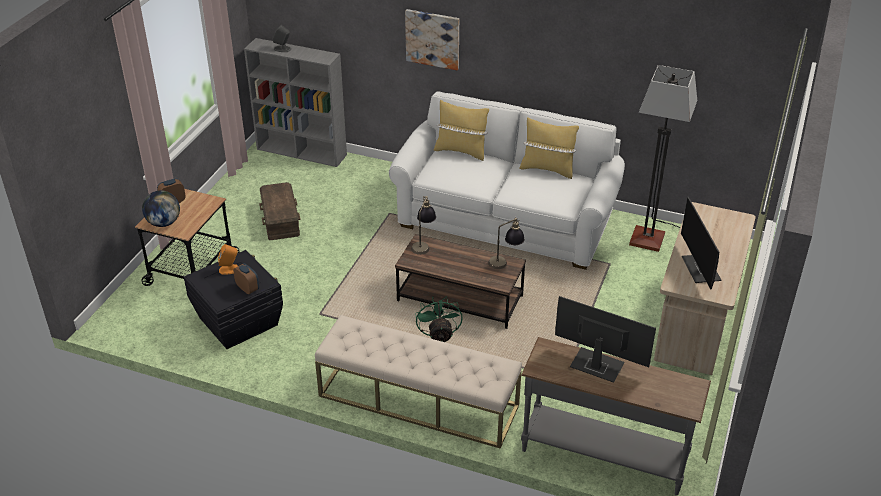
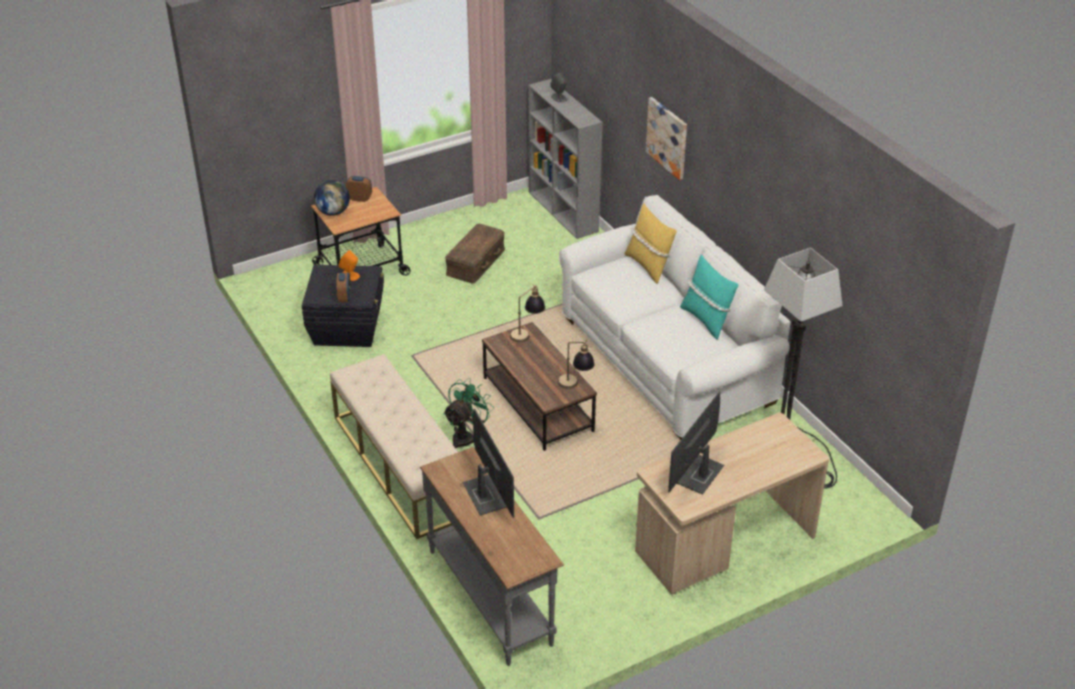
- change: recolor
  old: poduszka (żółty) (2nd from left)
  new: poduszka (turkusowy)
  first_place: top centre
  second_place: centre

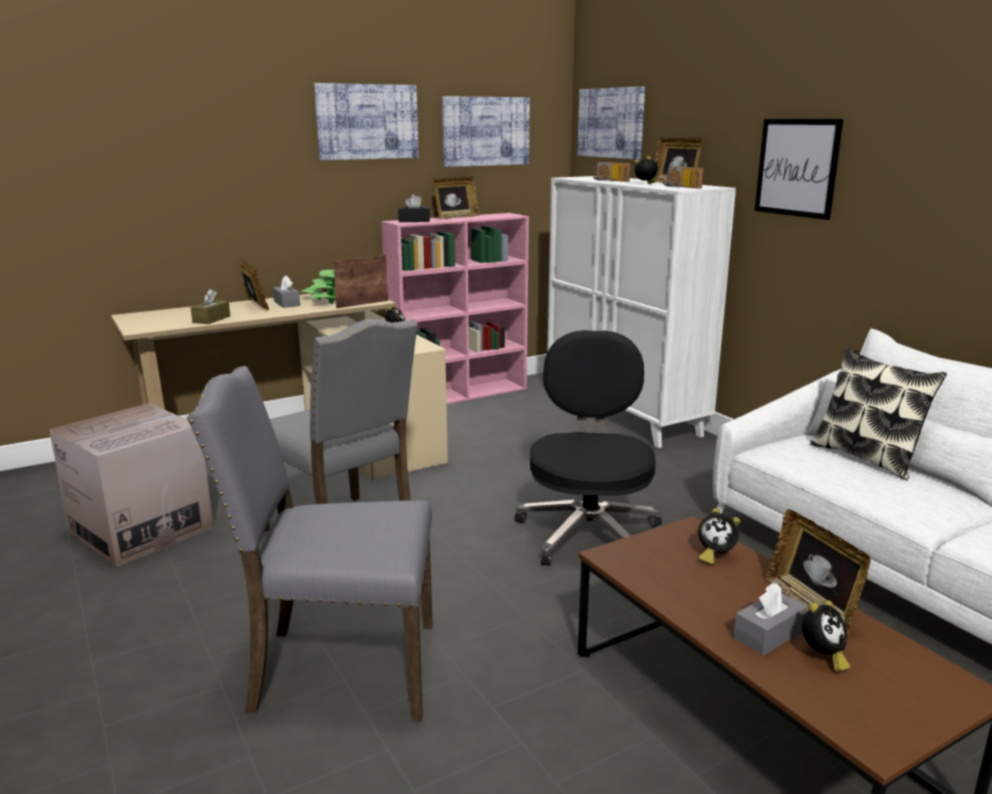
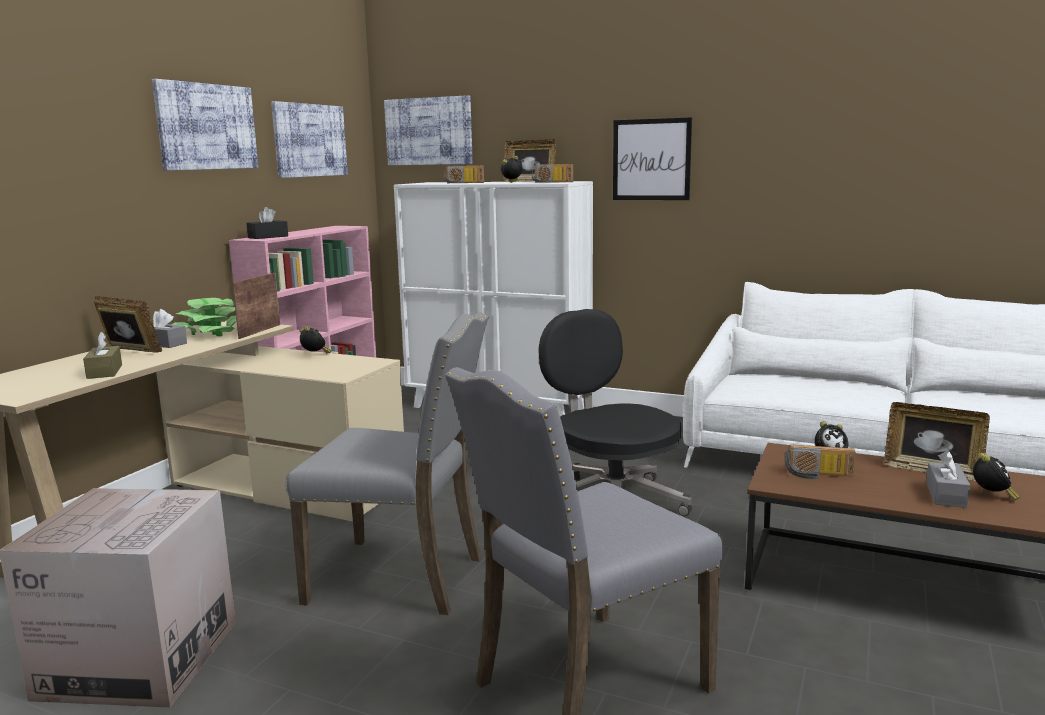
- change: delete
  old: ramka na zdjęcie (3rd from left)
  first_place: top centre
- change: delete
  old: poduszka
  first_place: middle right
- change: insert
  new: radio (3rd from left)
  second_place: middle right

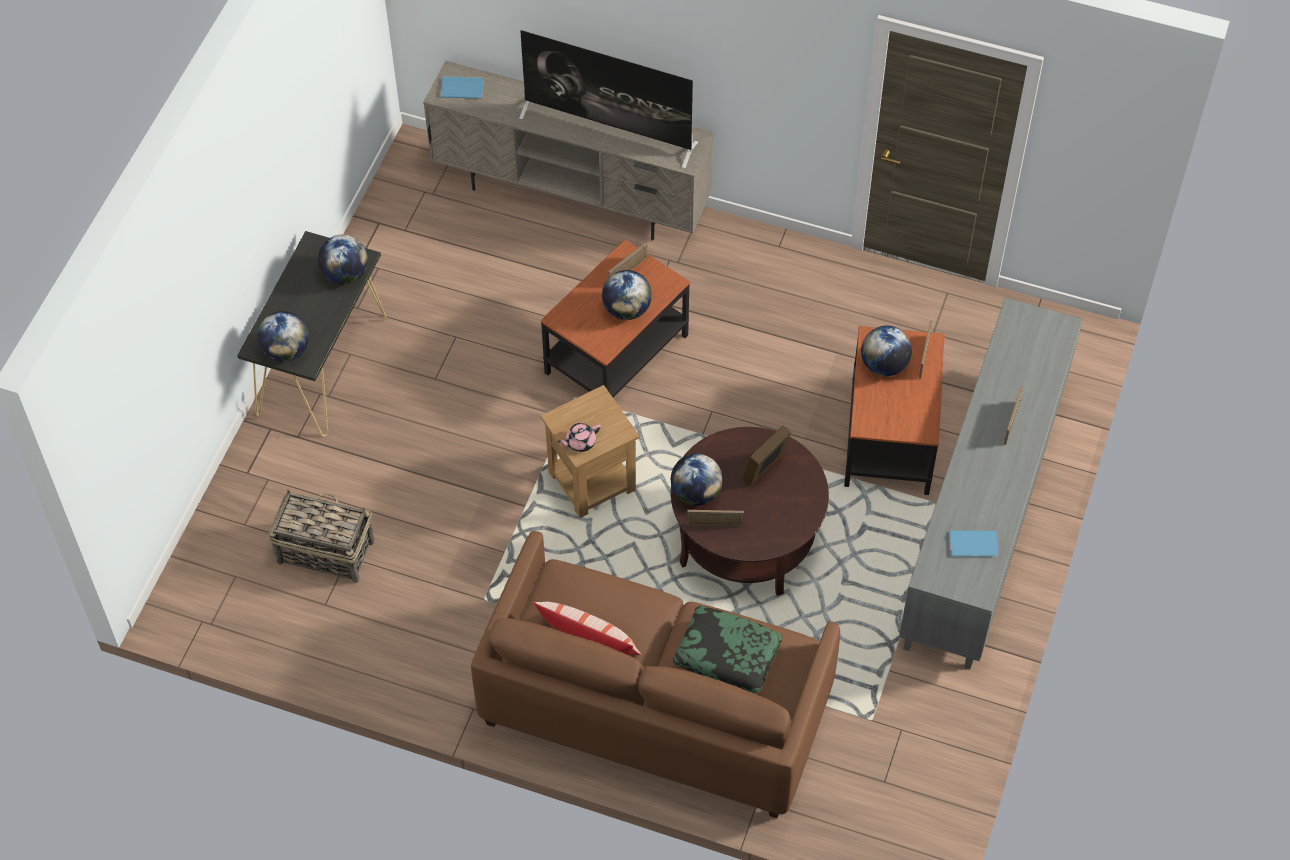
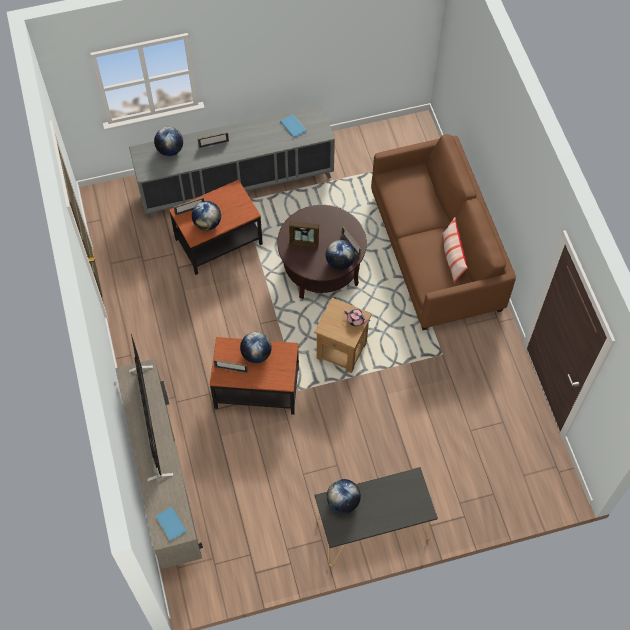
- change: move
  old: globus (1st from left)
  first_place: middle left
  second_place: top left
- change: delete
  old: koszyk
  first_place: middle left
- change: delete
  old: poduszka (2nd from left)
  first_place: bottom centre

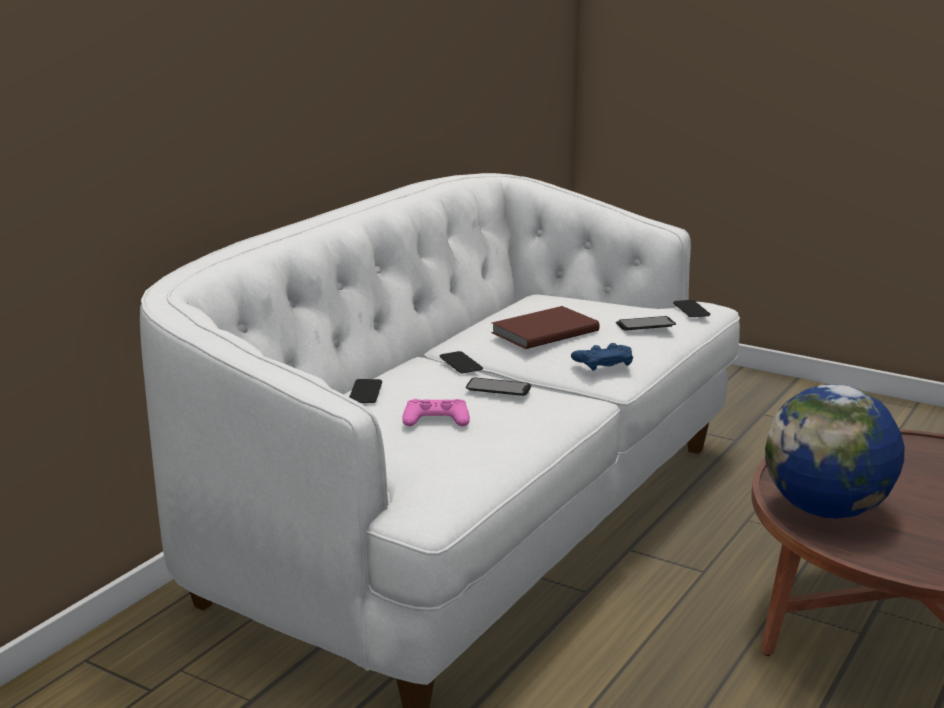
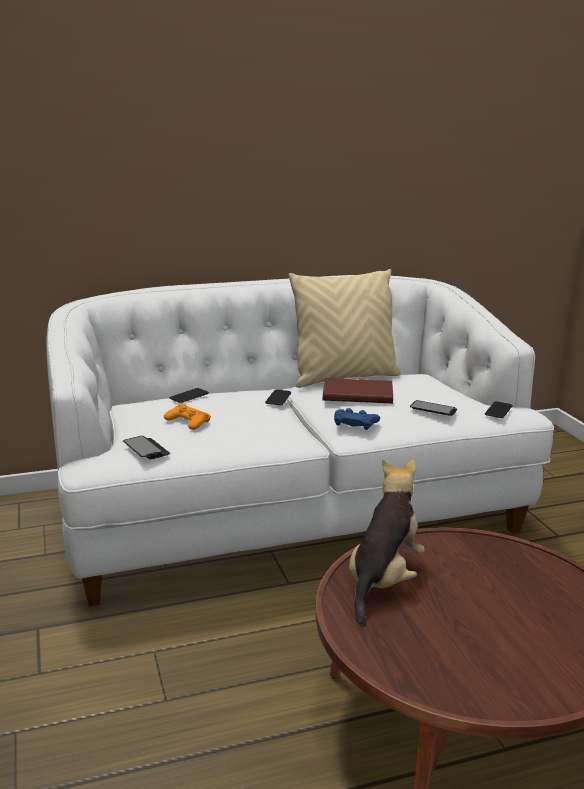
- change: move
  old: telefon (3rd from left in the first image)
  new: telefon (1st from left)
  first_place: centre
  second_place: middle left
- change: replace
  old: globus
  new: pluszak
  first_place: middle right
  second_place: bottom centre
- change: recolor
  old: pad do gier (różowy)
  new: pad do gier (pomarańczowy)
  first_place: centre
  second_place: middle left
- change: insert
  new: poduszka (beżowy)
  second_place: centre

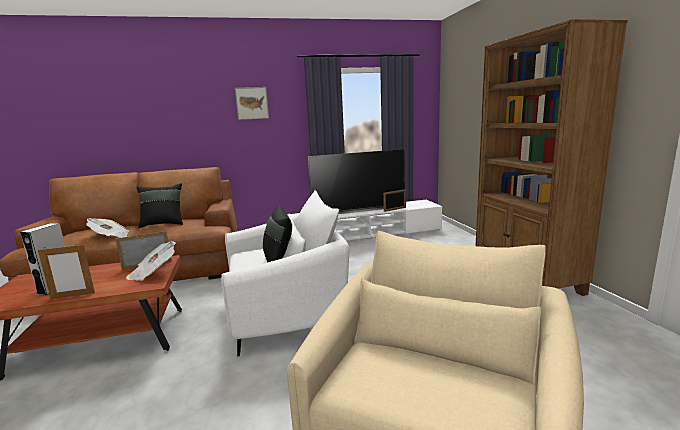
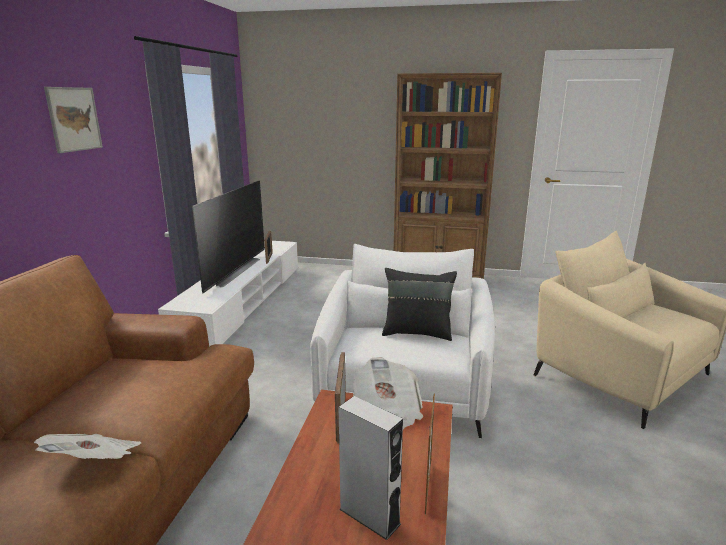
- change: delete
  old: poduszka (czarny) (1st from left)
  first_place: middle left

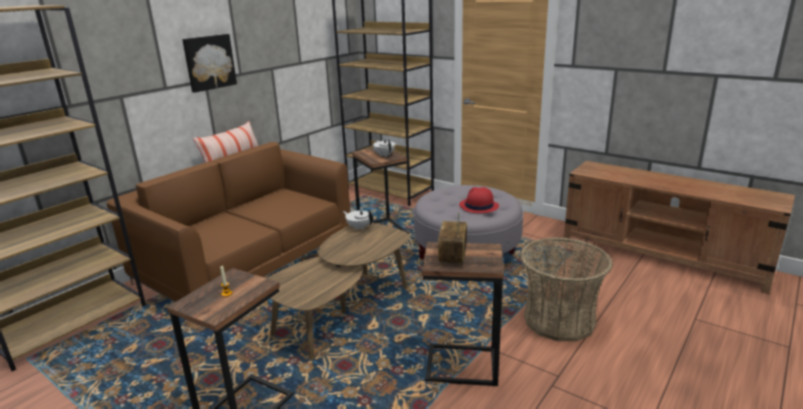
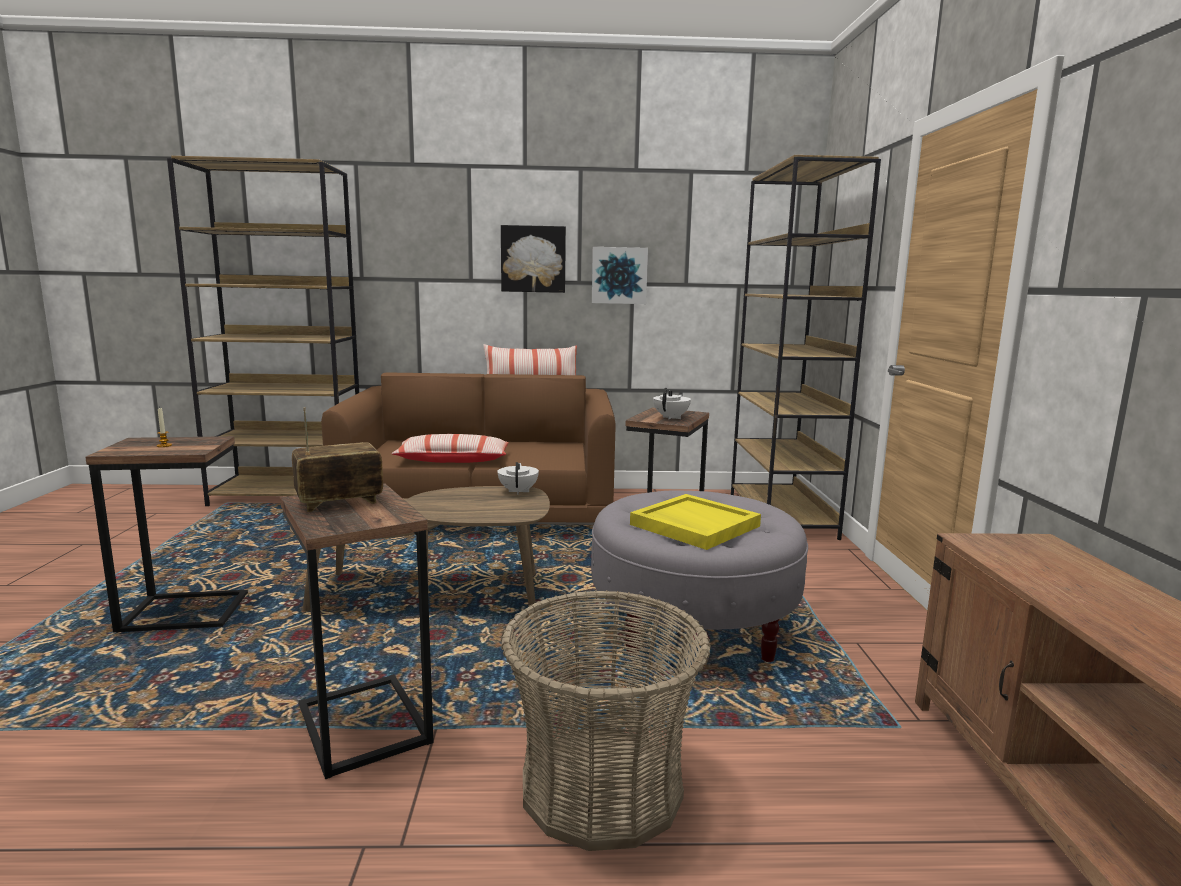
- change: replace
  old: kapelusz (czerwony)
  new: taca (żółty)
  first_place: centre
  second_place: centre
- change: insert
  new: obraz (2nd from left)
  second_place: top centre
- change: insert
  new: poduszka (1st from left)
  second_place: centre

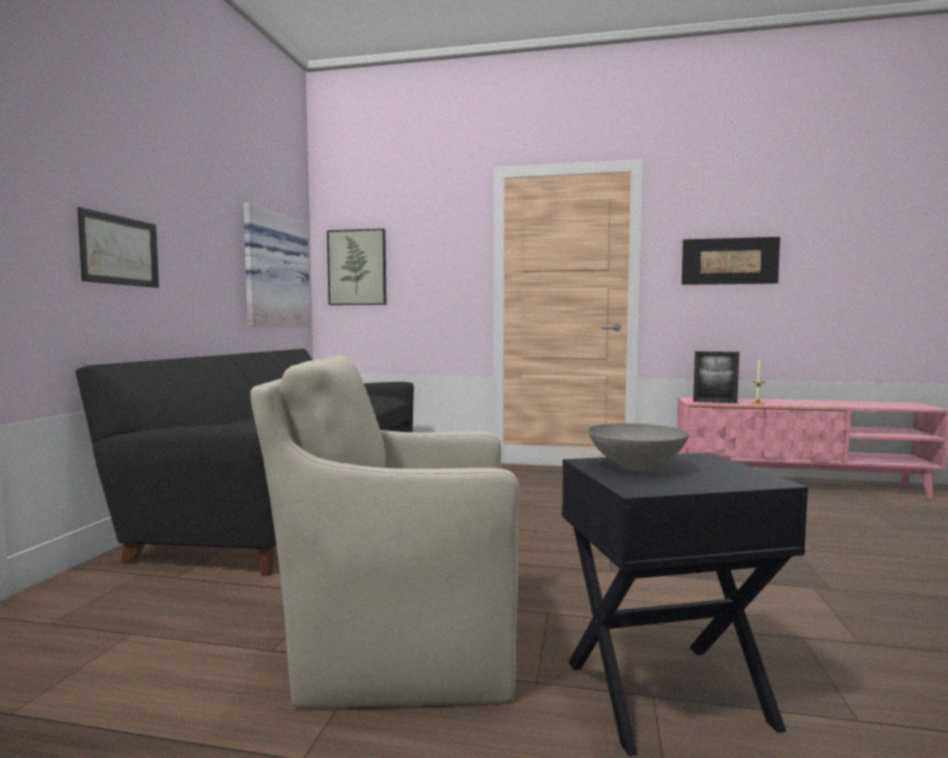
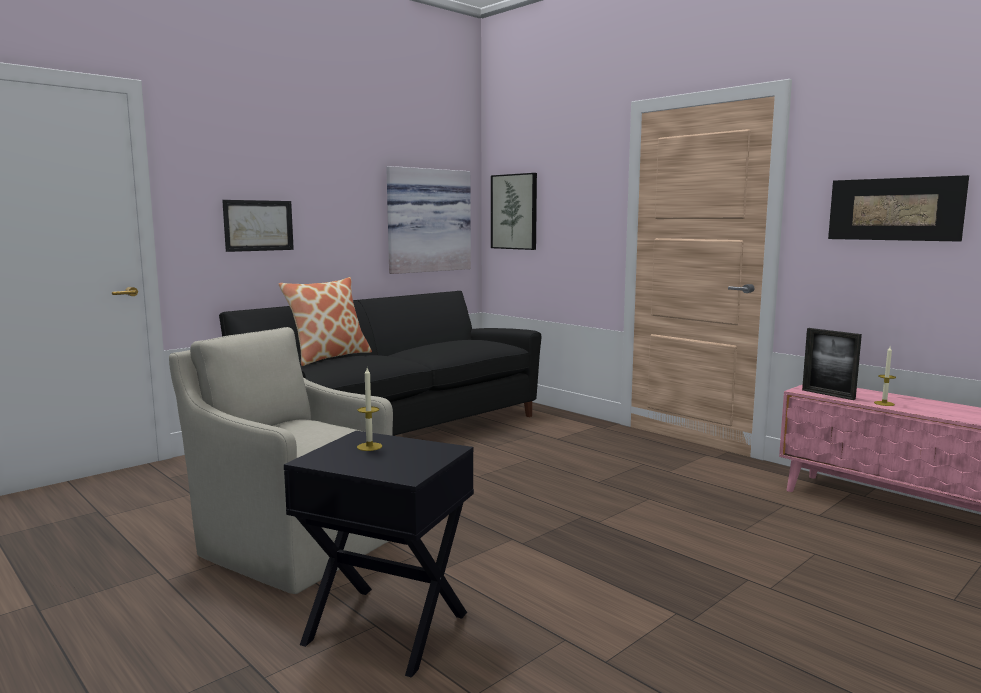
- change: replace
  old: miska (szary)
  new: świeca (1st from left)
  first_place: middle right
  second_place: centre
- change: insert
  new: poduszka
  second_place: middle left

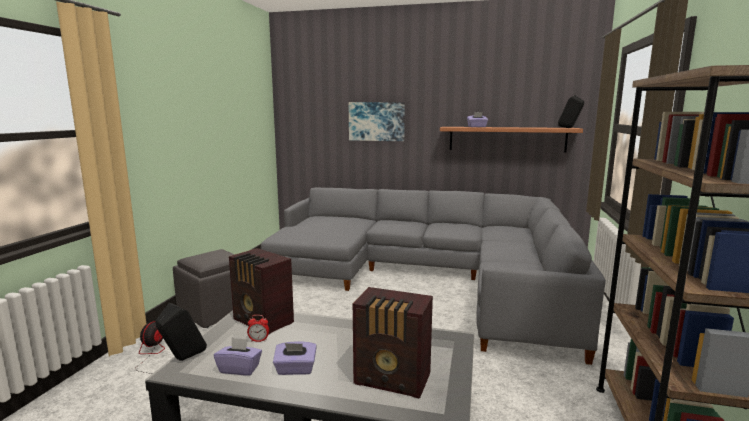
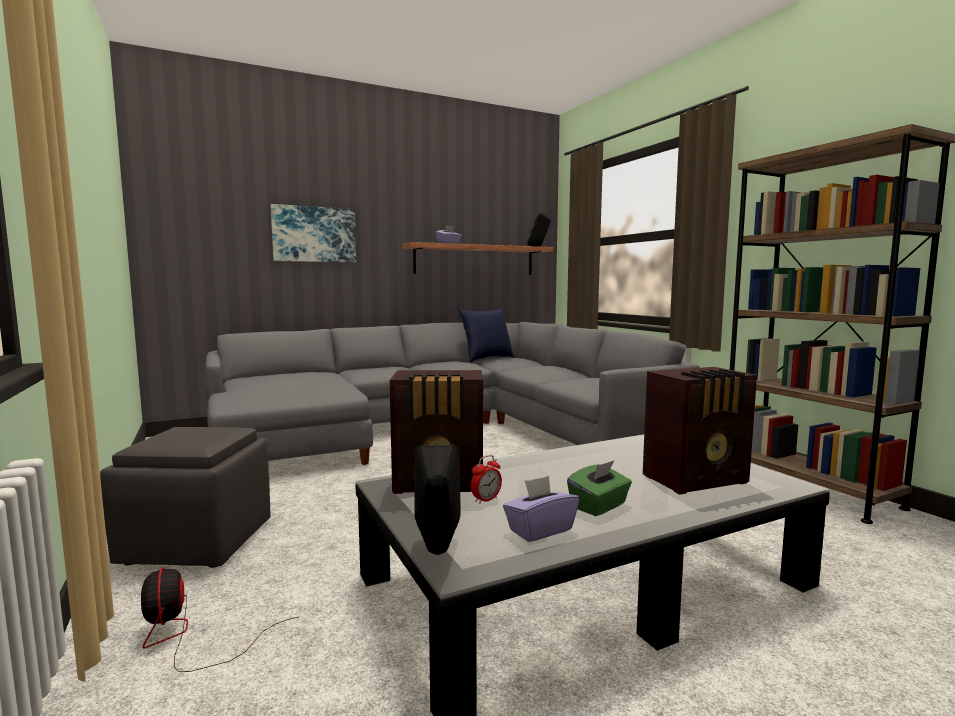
- change: recolor
  old: pudełko chusteczek (fioletowy) (2nd from left)
  new: pudełko chusteczek (zielony)
  first_place: bottom centre
  second_place: bottom centre
- change: insert
  new: poduszka (niebieski)
  second_place: centre

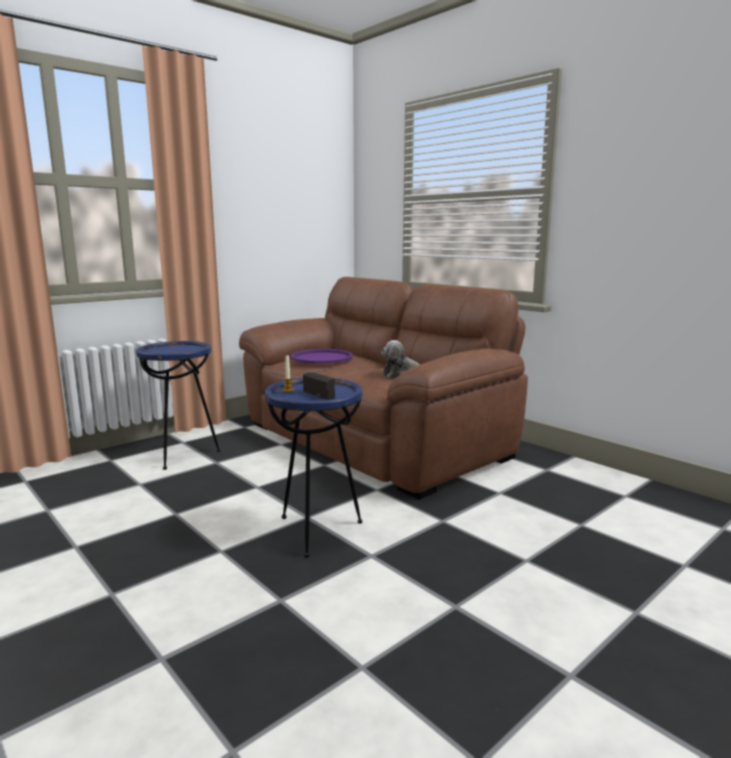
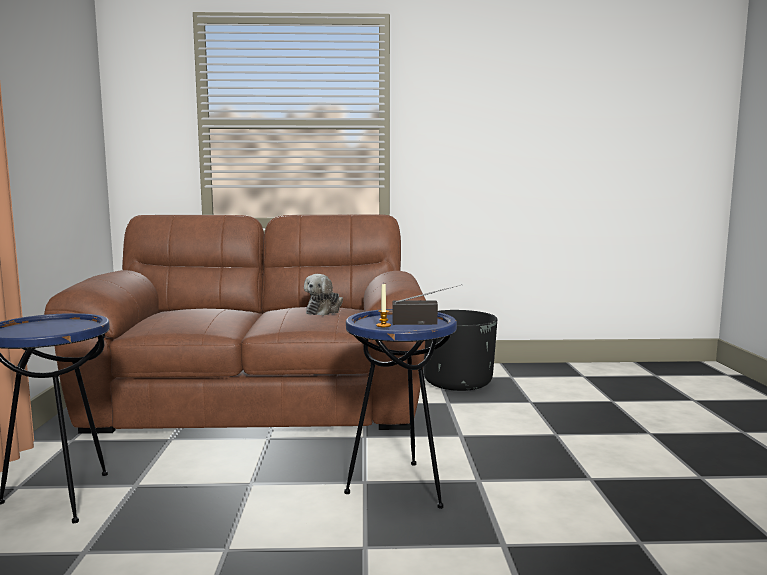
- change: delete
  old: taca (fioletowy)
  first_place: centre
- change: insert
  new: donica (czarny)
  second_place: centre

